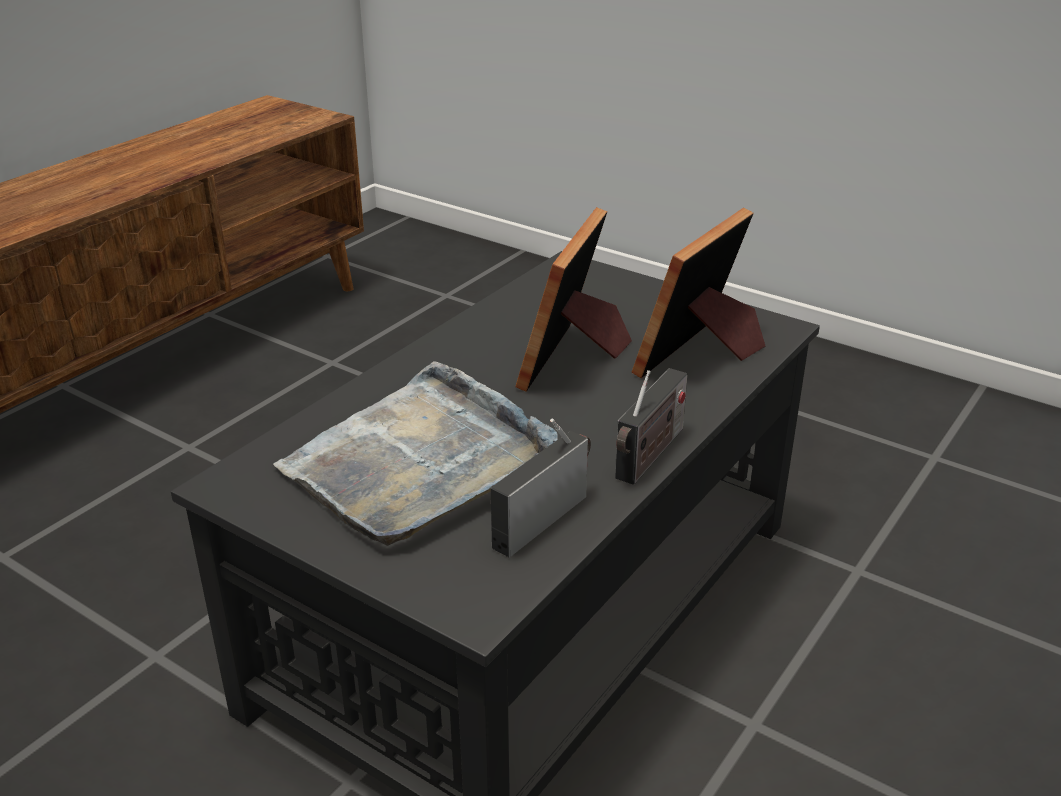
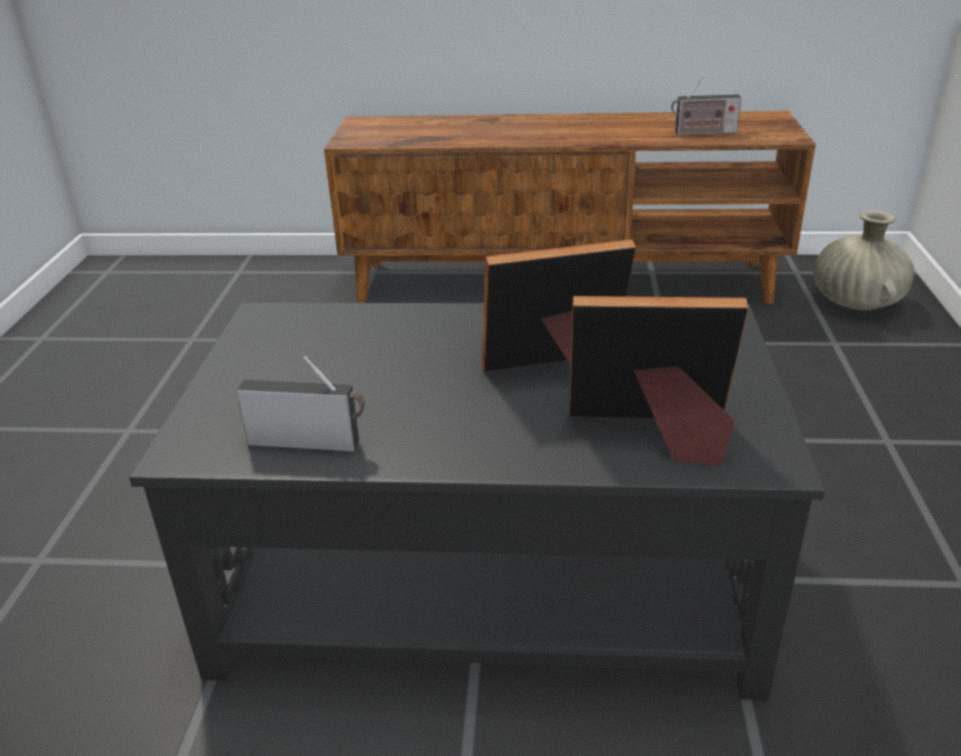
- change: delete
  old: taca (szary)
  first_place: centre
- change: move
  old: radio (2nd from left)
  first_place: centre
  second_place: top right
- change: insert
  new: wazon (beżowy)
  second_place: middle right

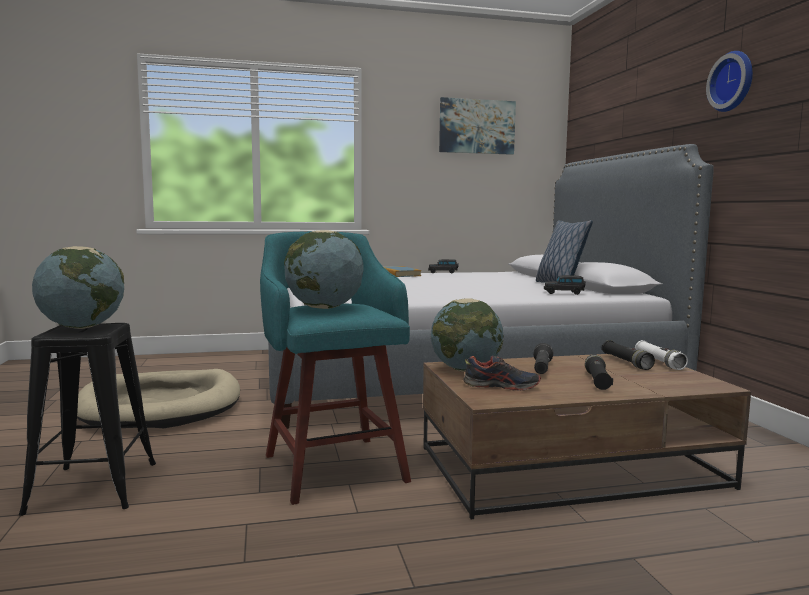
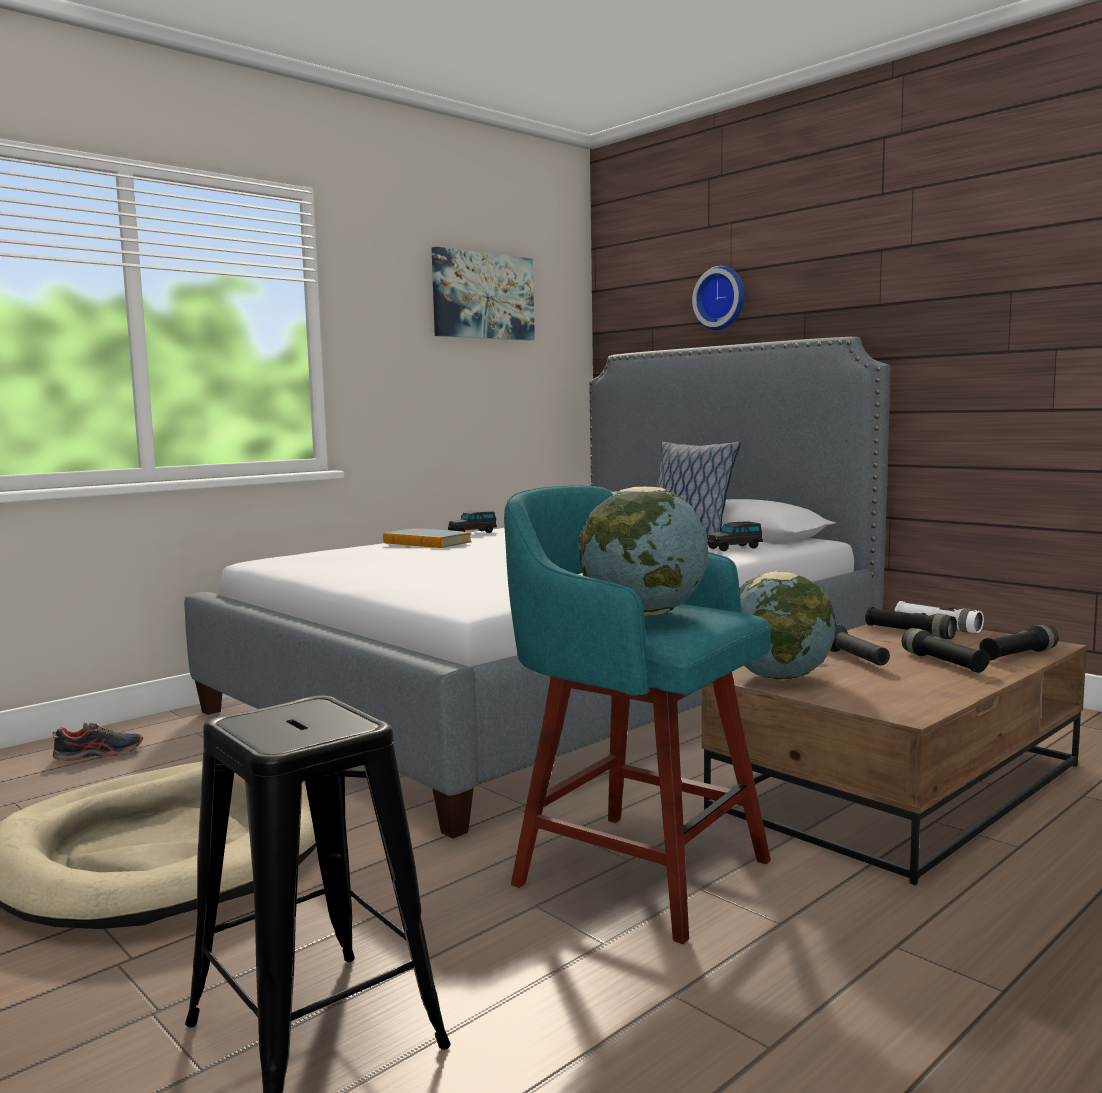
- change: move
  old: zegar ścienny
  first_place: top right
  second_place: top centre
- change: delete
  old: globus (1st from left)
  first_place: middle left
- change: move
  old: but
  first_place: centre
  second_place: bottom left
- change: insert
  new: latarka (czarny) (4th from left)
  second_place: middle right

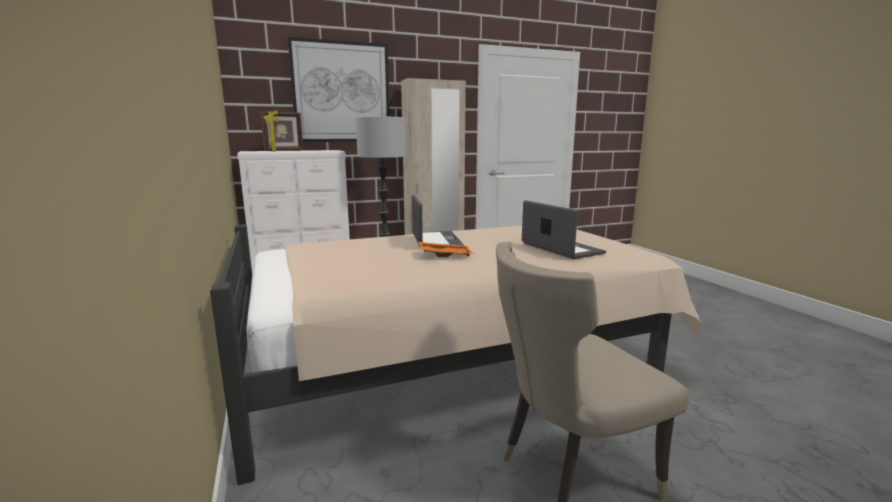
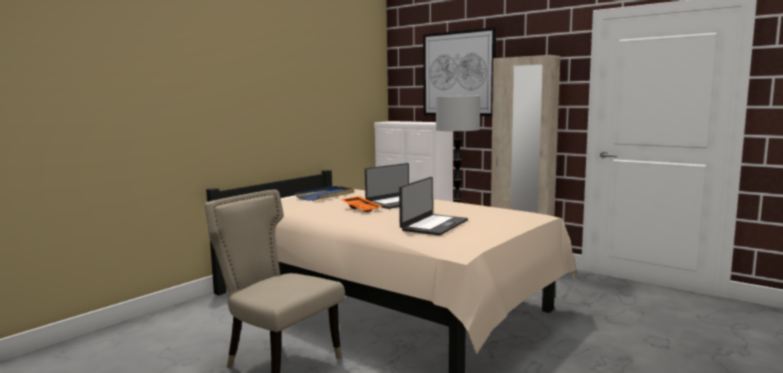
- change: delete
  old: ramka na zdjęcie
  first_place: top left
- change: insert
  new: taca (niebieski)
  second_place: centre

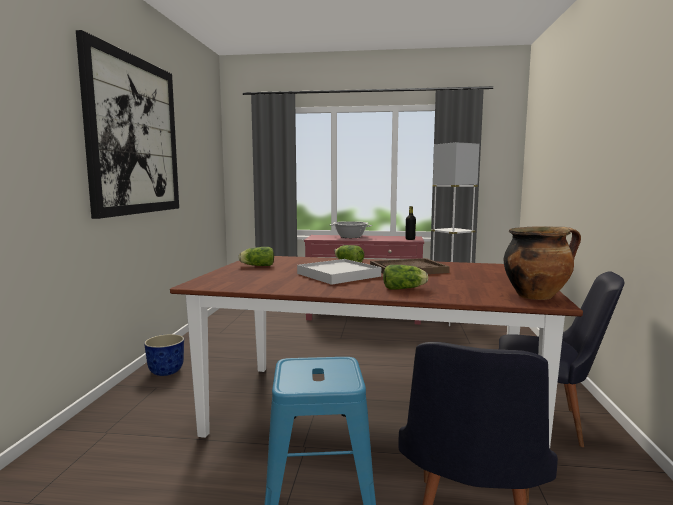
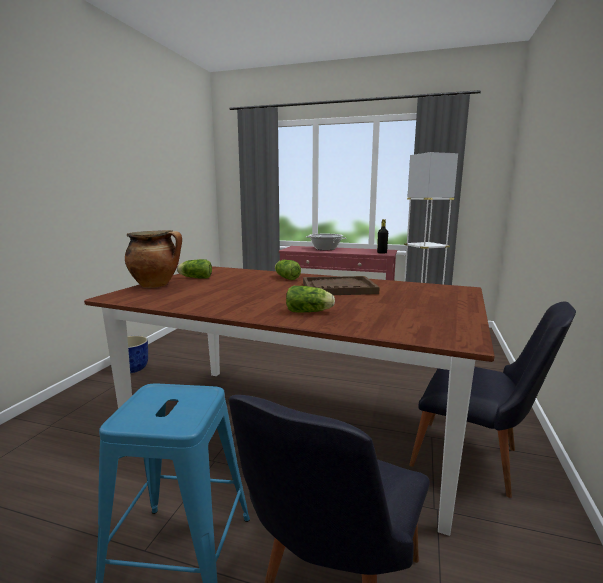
- change: delete
  old: obraz
  first_place: top left
- change: move
  old: garnek (2nd from left in the first image)
  new: garnek (1st from left)
  first_place: middle right
  second_place: middle left
- change: delete
  old: taca (biały)
  first_place: centre

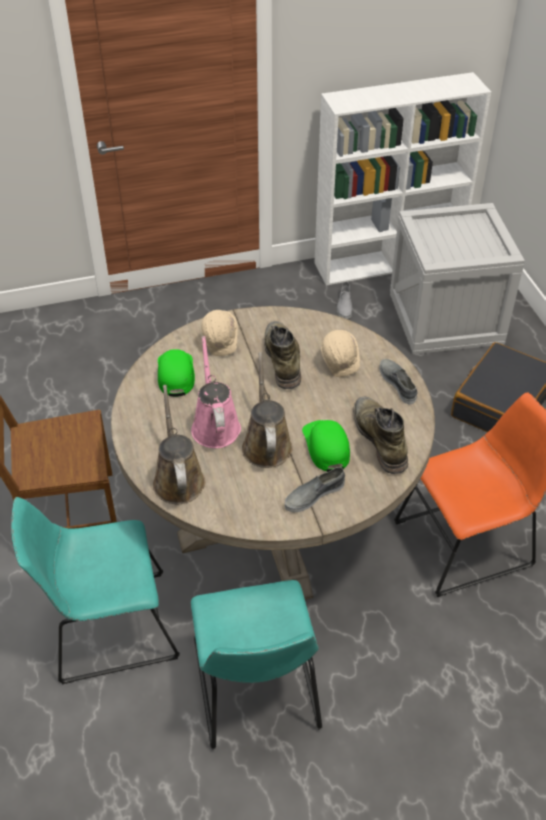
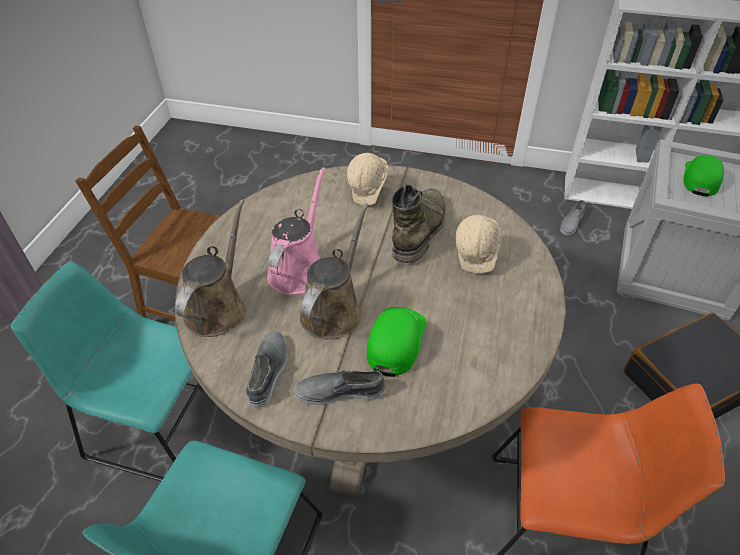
- change: move
  old: czapka z daszkiem (zielony) (1st from left in the first image)
  new: czapka z daszkiem (zielony) (2nd from left)
  first_place: middle left
  second_place: top right
- change: move
  old: but (szary) (3rd from left in the first image)
  new: but (szary) (1st from left)
  first_place: middle right
  second_place: centre
- change: delete
  old: but z cholewką (zielony) (2nd from left)
  first_place: middle right

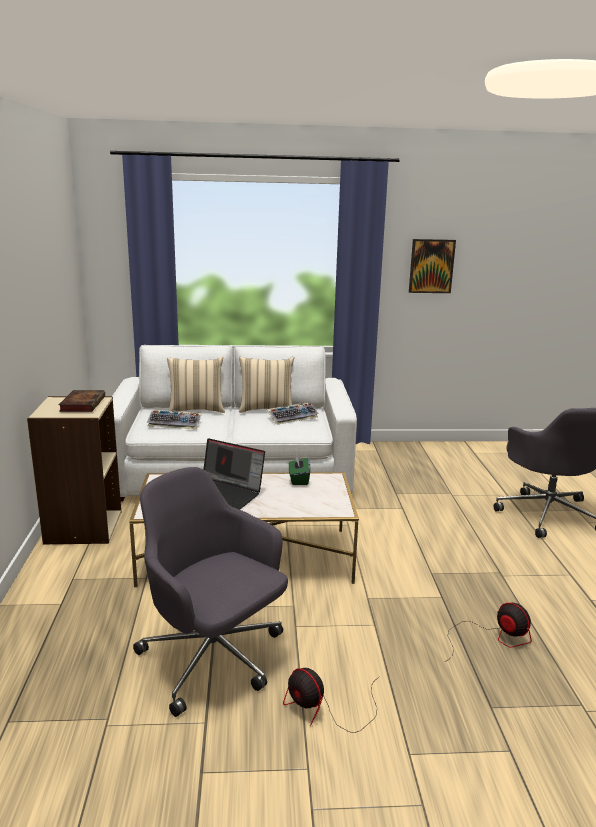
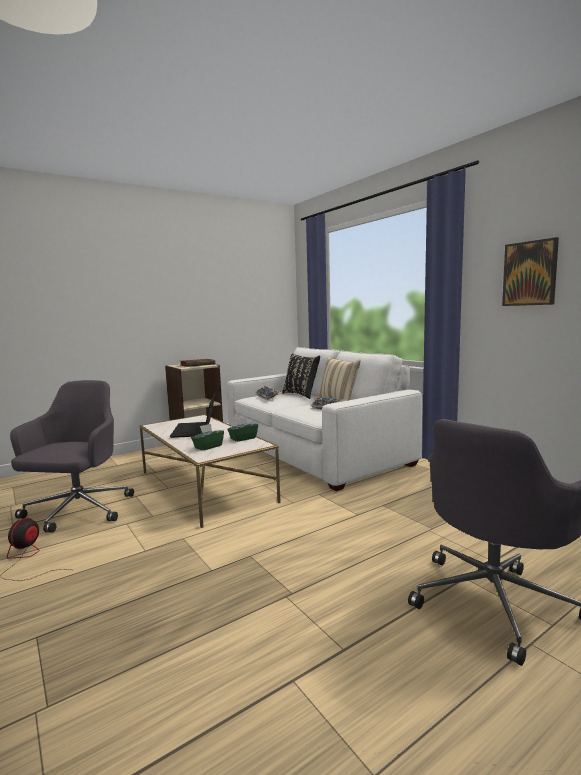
- change: recolor
  old: poduszka (beżowy) (1st from left)
  new: poduszka (czarny)
  first_place: middle left
  second_place: centre
- change: delete
  old: wentylator (2nd from left)
  first_place: bottom right
- change: insert
  new: pudełko chusteczek (zielony) (1st from left)
  second_place: centre

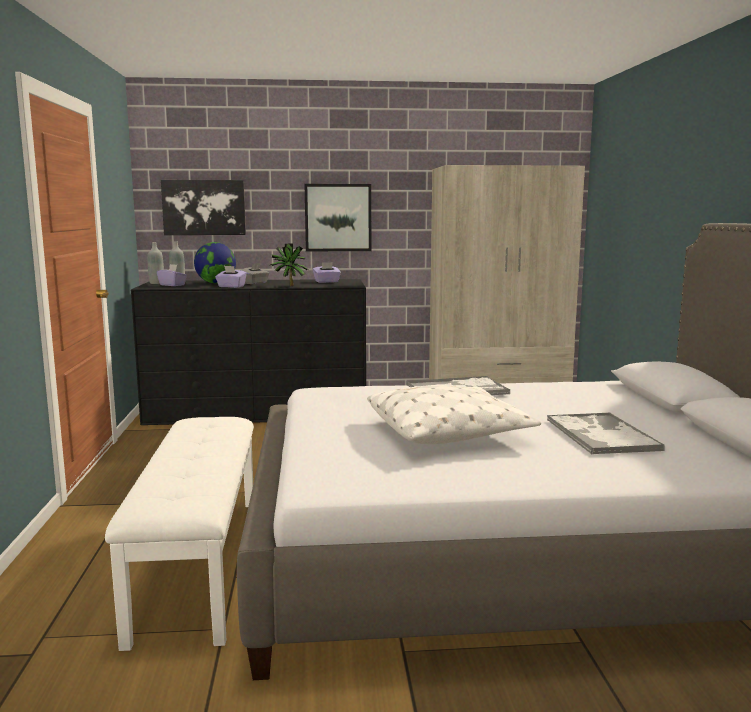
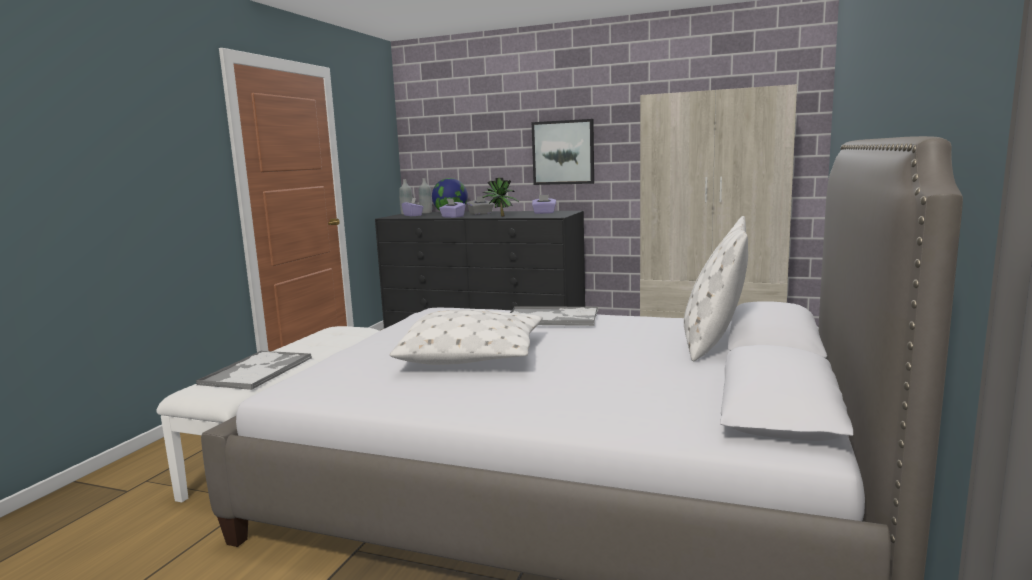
- change: delete
  old: obraz (1st from left)
  first_place: top left
- change: move
  old: taca (2nd from left in the first image)
  new: taca (1st from left)
  first_place: middle right
  second_place: middle left
- change: insert
  new: poduszka (biały) (2nd from left)
  second_place: middle right

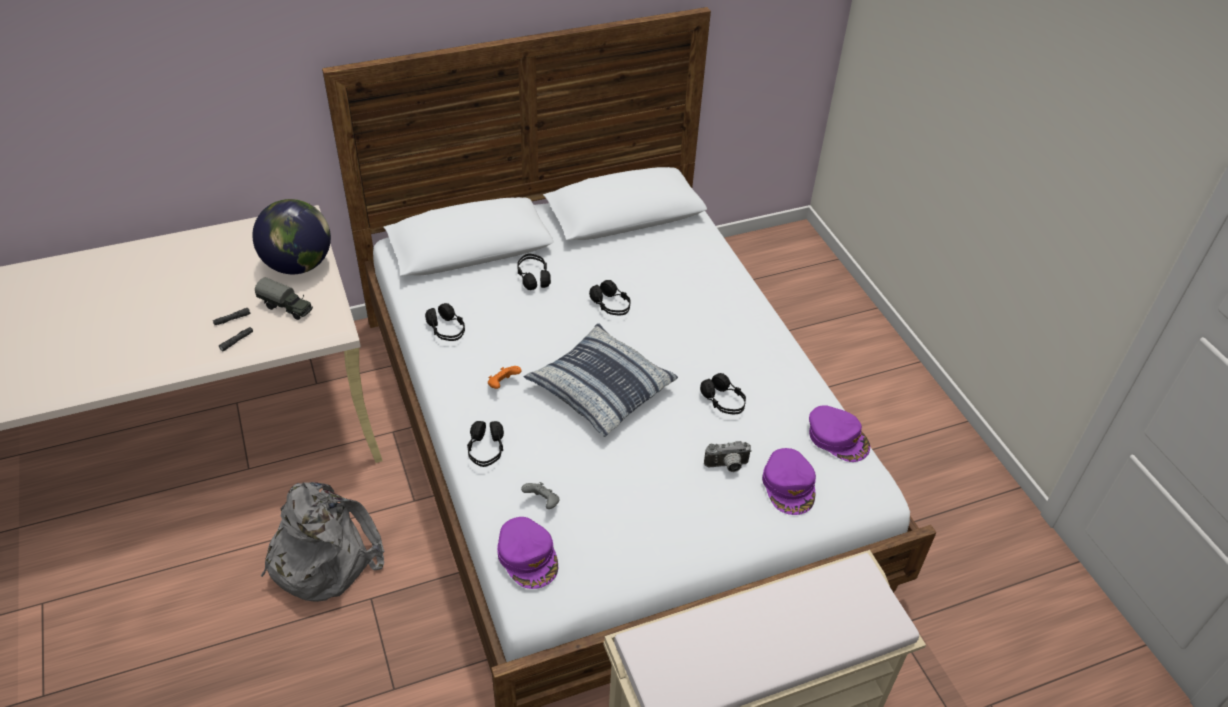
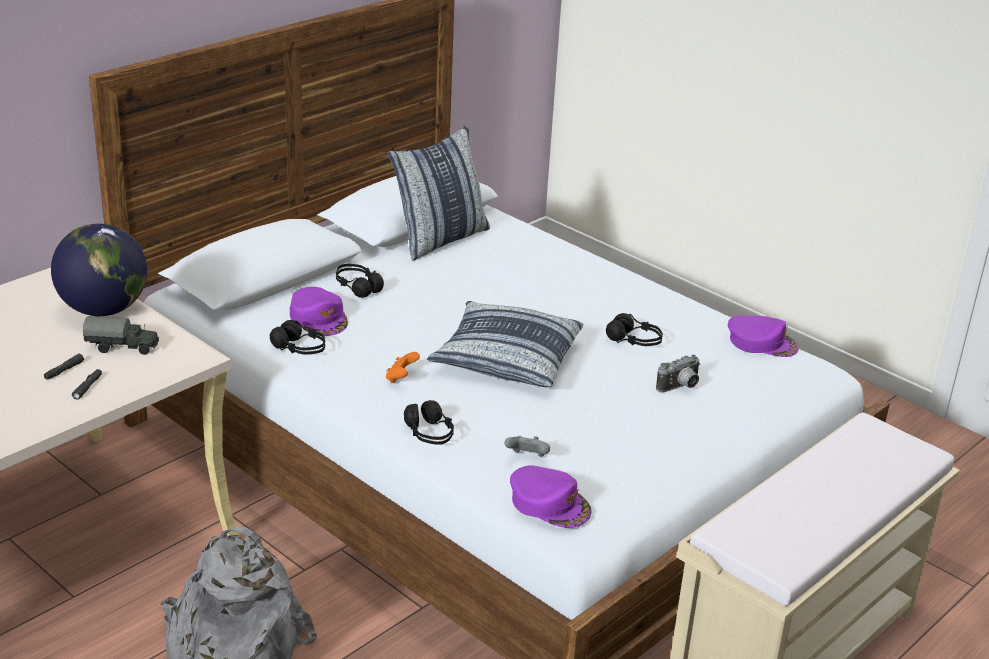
- change: delete
  old: słuchawki (czarny) (4th from left)
  first_place: centre
- change: move
  old: czapka z daszkiem (fioletowy) (2nd from left in the first image)
  new: czapka z daszkiem (fioletowy) (1st from left)
  first_place: bottom centre
  second_place: middle left
- change: insert
  new: poduszka (1st from left)
  second_place: top centre

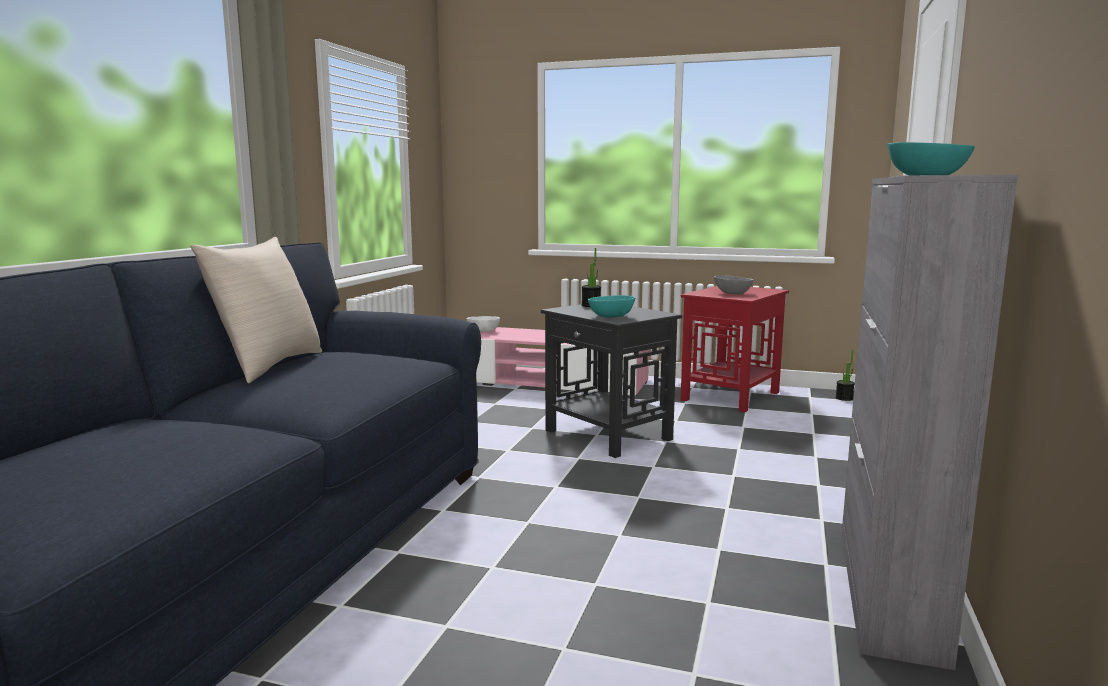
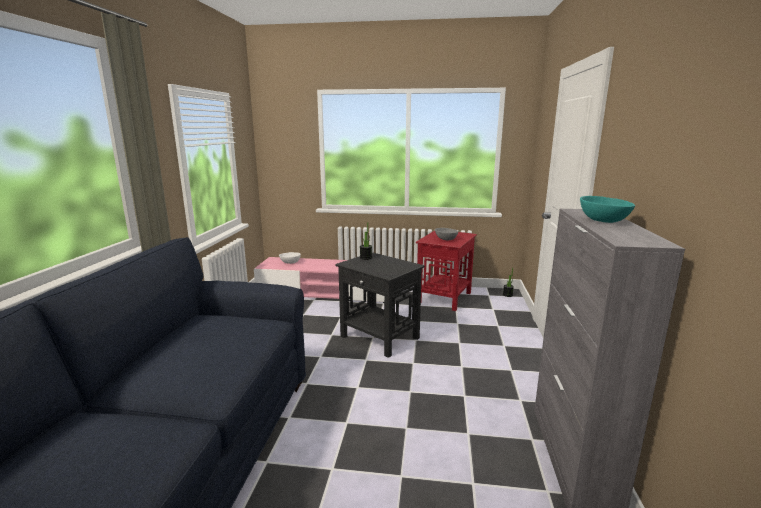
- change: delete
  old: poduszka (beżowy)
  first_place: middle left
- change: delete
  old: miska (turkusowy) (1st from left)
  first_place: centre

